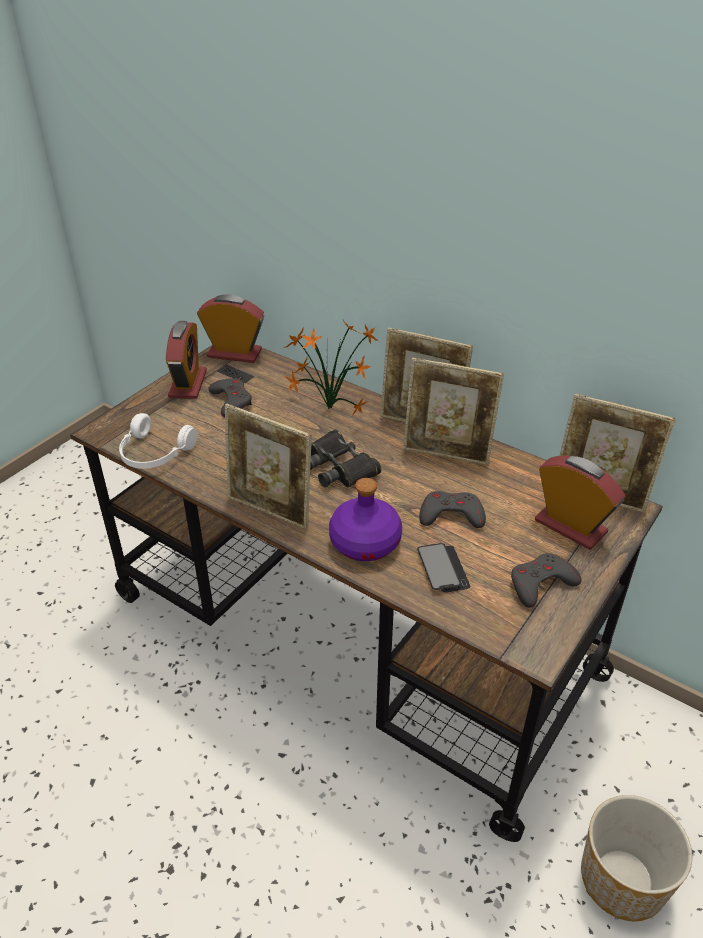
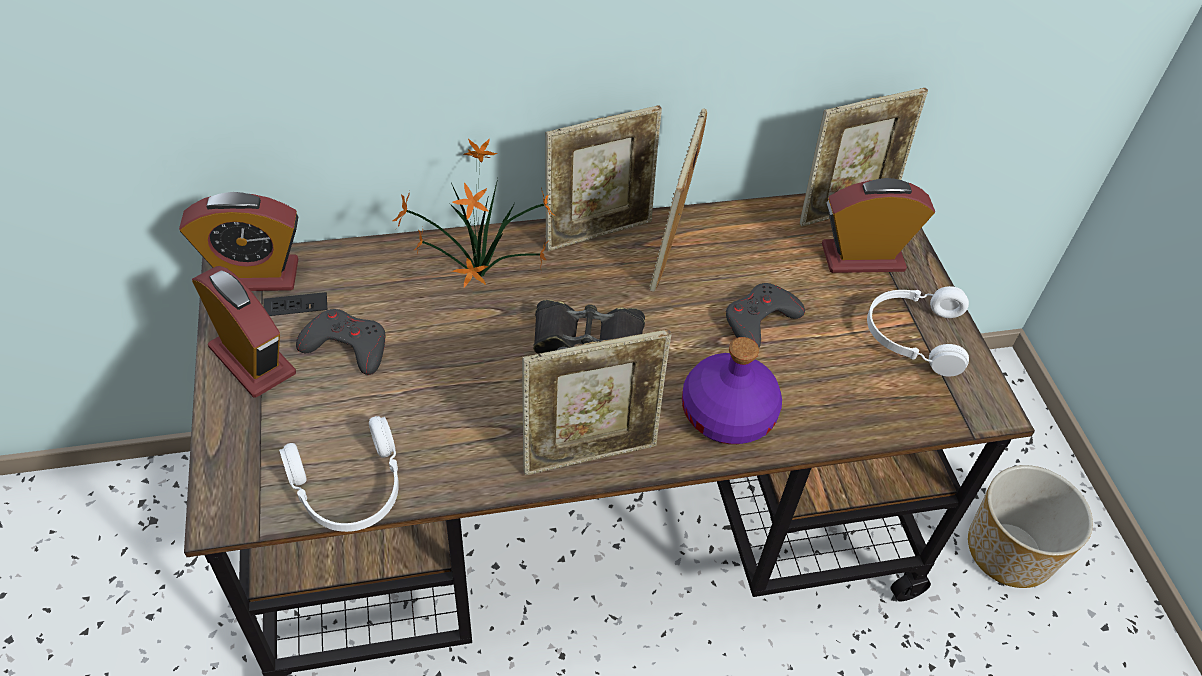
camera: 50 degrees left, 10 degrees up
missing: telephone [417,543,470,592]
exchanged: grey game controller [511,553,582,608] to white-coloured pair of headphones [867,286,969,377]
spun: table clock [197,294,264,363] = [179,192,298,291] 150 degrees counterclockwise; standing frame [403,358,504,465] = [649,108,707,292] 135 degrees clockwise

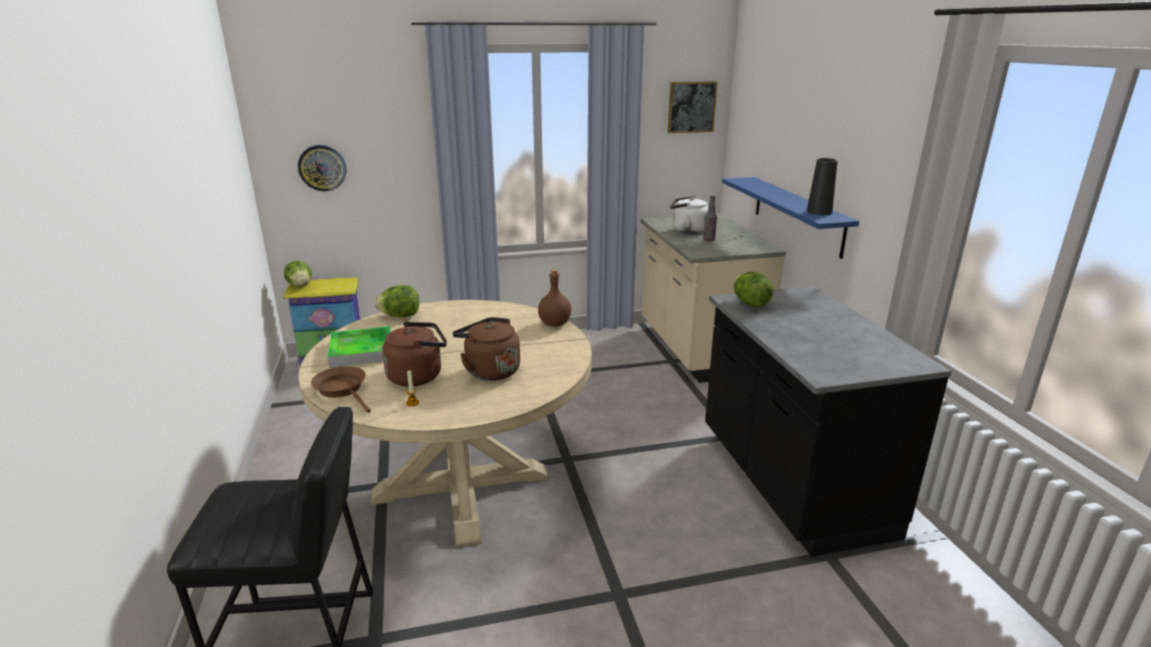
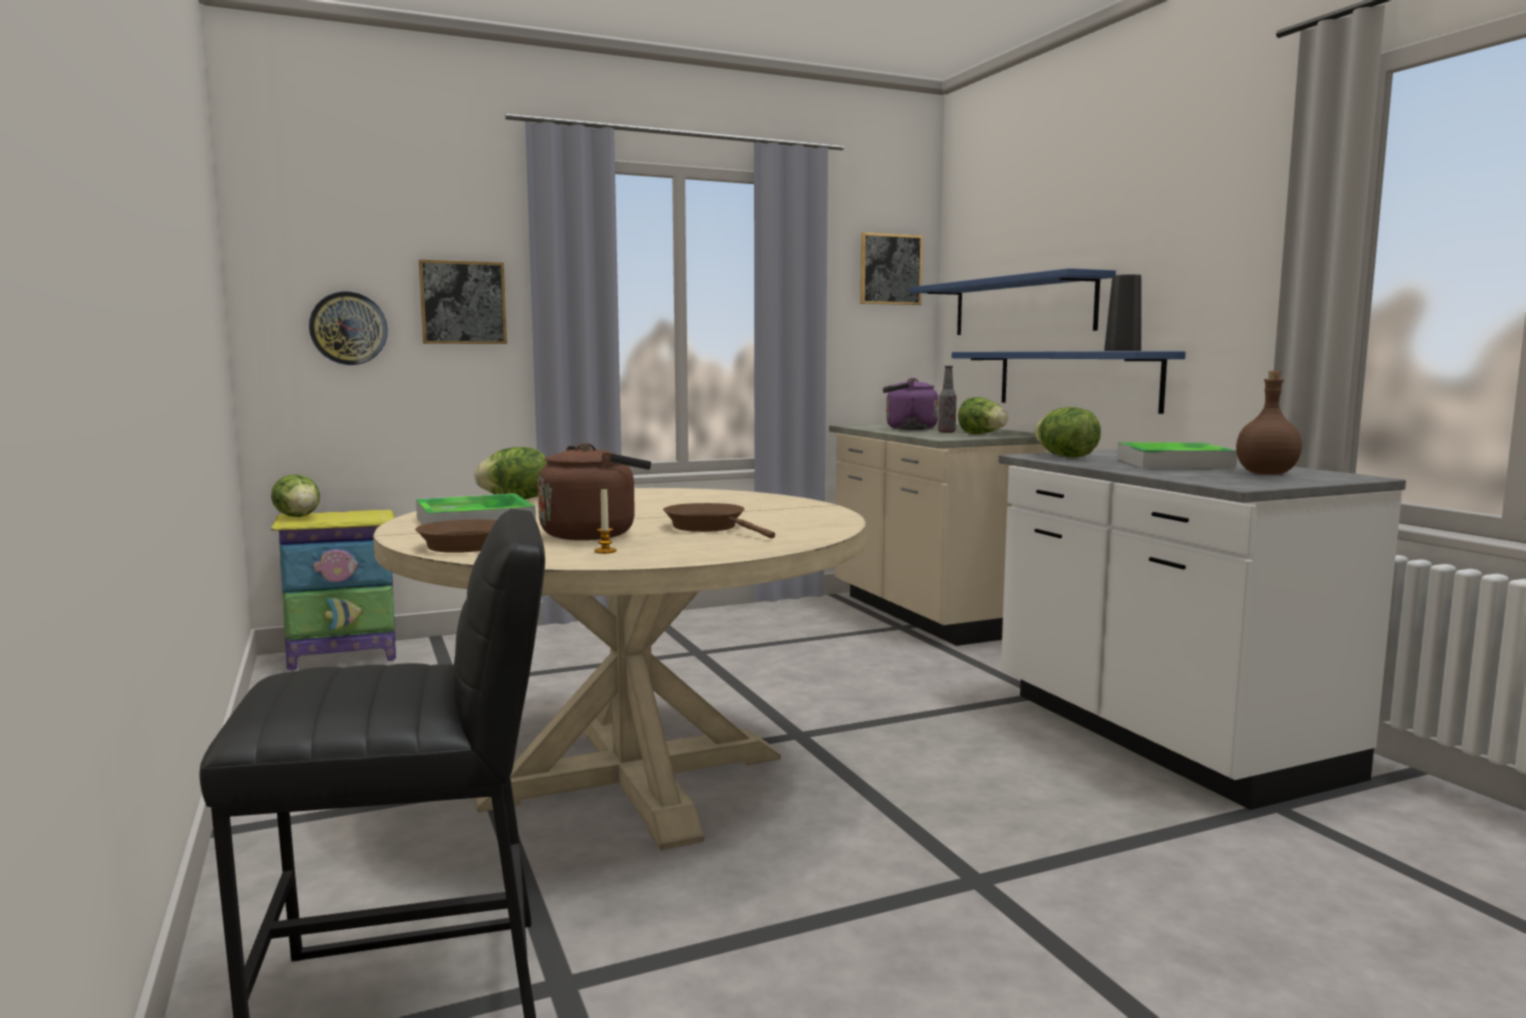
camera: 10 degrees left, 15 degrees down
appeared: wall art [419,259,507,344]; bluish shelf [910,268,1116,335]; head of lettuce [958,397,1008,434]; tray [1117,442,1237,469]
relocated: brown-coloured beverage bottle [538,269,571,327] to [1236,371,1302,475]
exchanged: brown-coloured tea kettle [453,317,520,381] to brown-coloured skillet [663,503,775,539]
colour: white-coloured tea kettle [670,196,709,234] to purple-coloured tea kettle [883,378,939,430]; blackish kitchen base unit [705,286,952,557] to white-coloured kitchen base unit [999,449,1406,810]

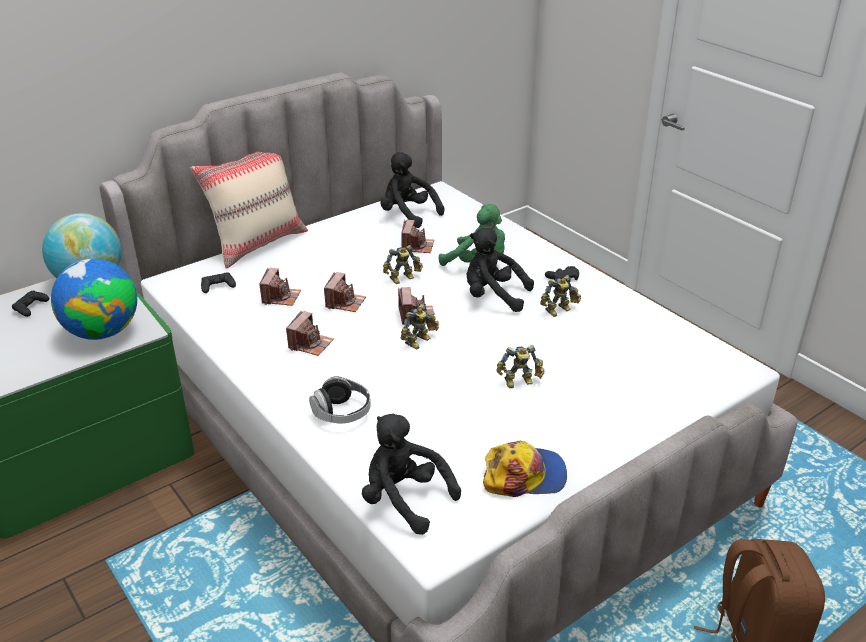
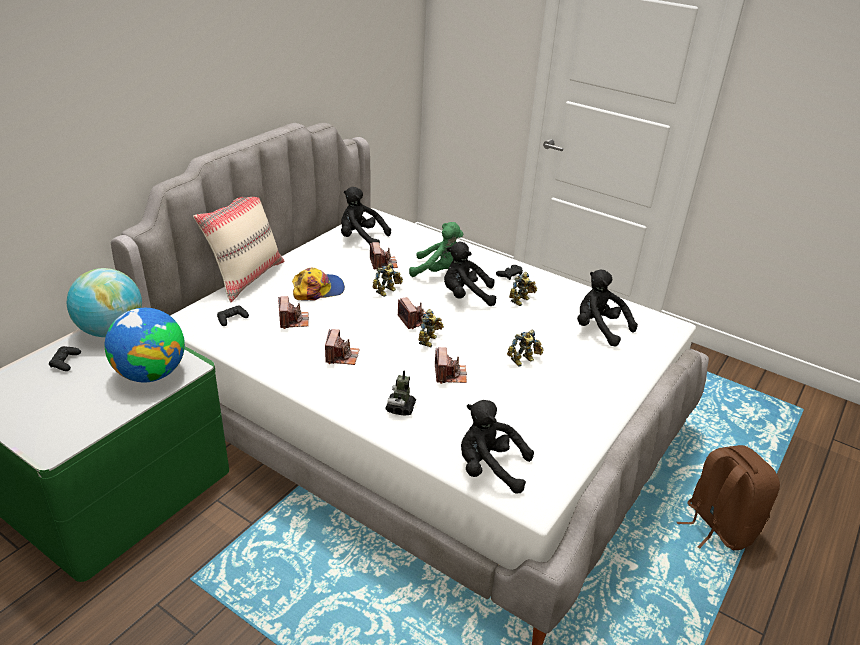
camera: 20 degrees left, 0 degrees up
appeared: blackish cuddly toy [577,269,638,347]
relocated: still camera [324,272,366,312] to [435,347,467,384]; baseball cap [483,441,567,497] to [292,268,345,301]
exchanged: pair of headphones [309,376,371,423] to robot figure [385,370,416,415]

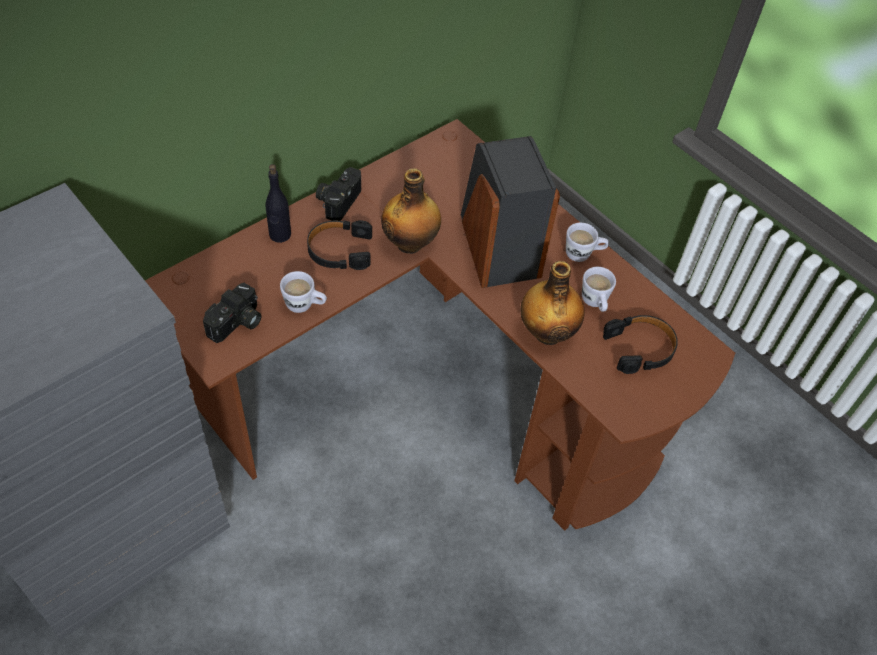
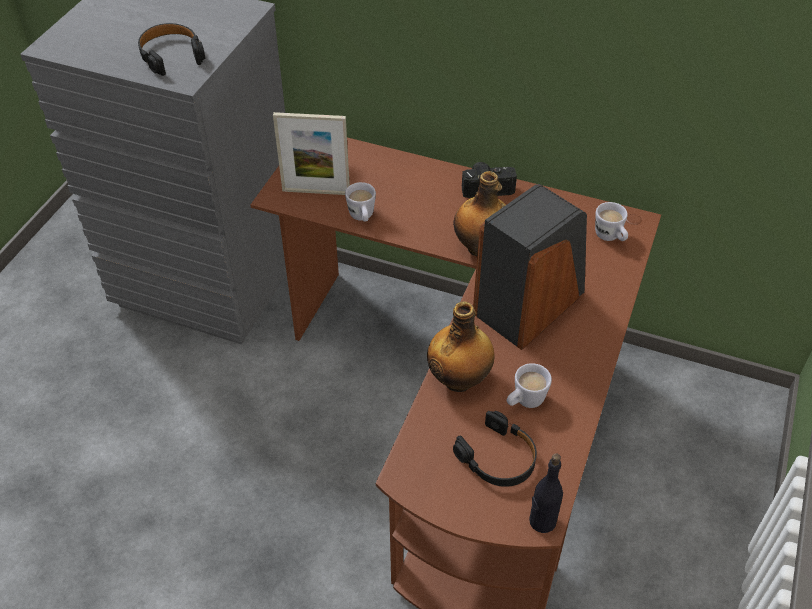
camera: 65 degrees right, 5 degrees down
relocated: blackish beverage bottle [265,164,291,243] to [529,453,563,533]; blackish pair of headphones [307,220,372,270] to [138,23,205,76]; white-coloured coffee mug [566,223,609,262] to [595,202,628,241]
exchanged: still camera [203,283,261,343] to standing frame [273,112,350,195]

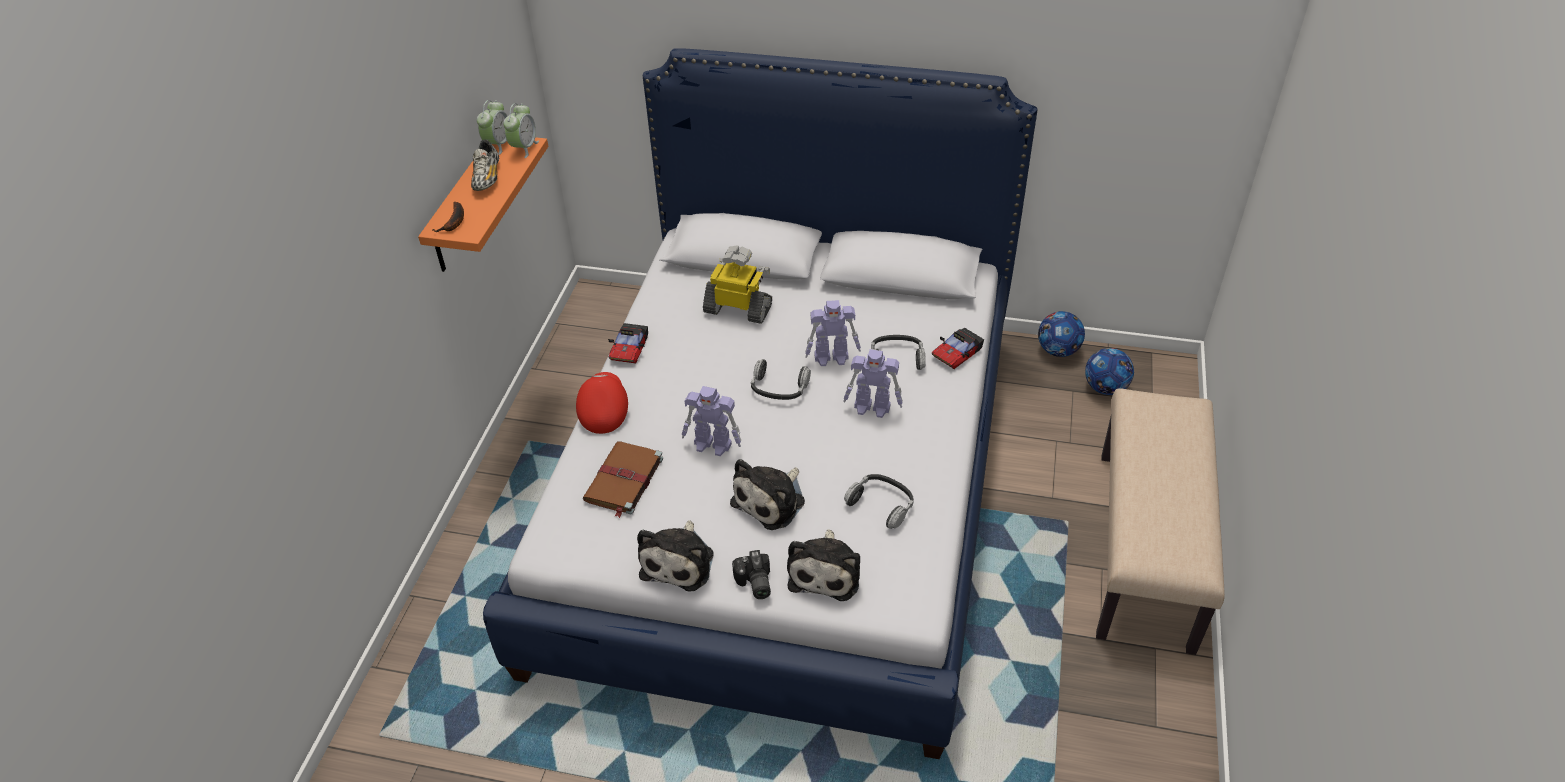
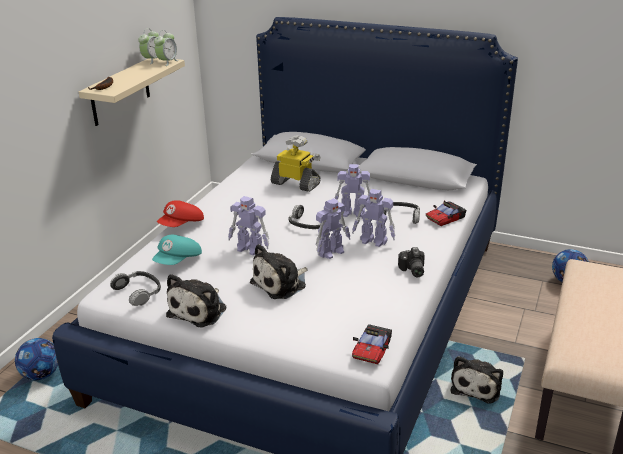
camera: 10 degrees right, 15 degrees down
missing: shoe [471,140,499,191]
appeared: robot figure [316,198,350,259]
relocated: miniature car [608,323,648,363] to [352,324,392,364]; still camera [732,550,771,599] to [398,247,425,277]; cuddly toy [787,529,860,601] to [451,356,503,403]; pair of headphones [844,474,914,529] to [110,271,161,306]; ball for football [1038,311,1085,357] to [15,338,58,380]
exchanged: brown-coloured book [582,441,663,518] to blue-green baseball cap [152,235,202,265]
colour: orange-coloured shelf [418,137,548,272] to beige shelf [79,58,185,126]
spun: red-coloured baseball cap [576,372,628,434] = [157,200,204,227] 150 degrees counterclockwise

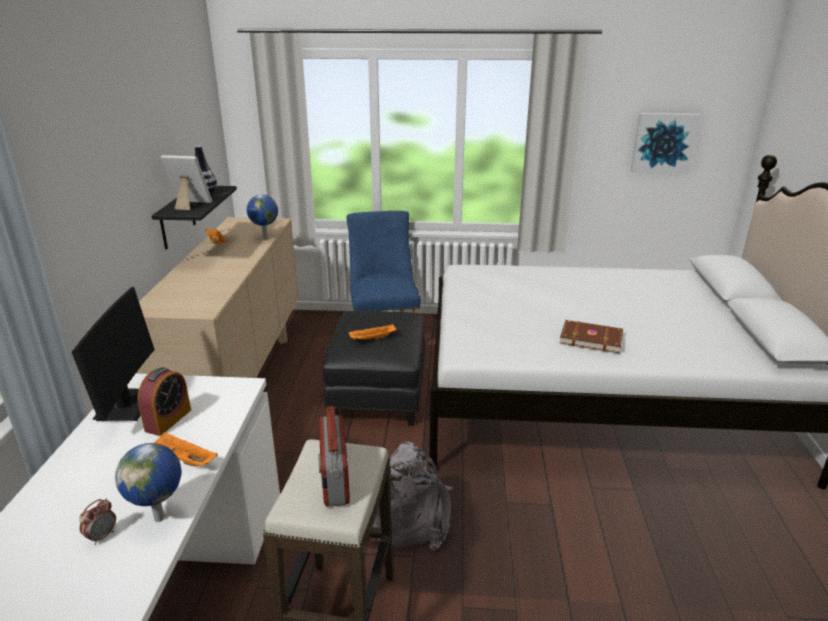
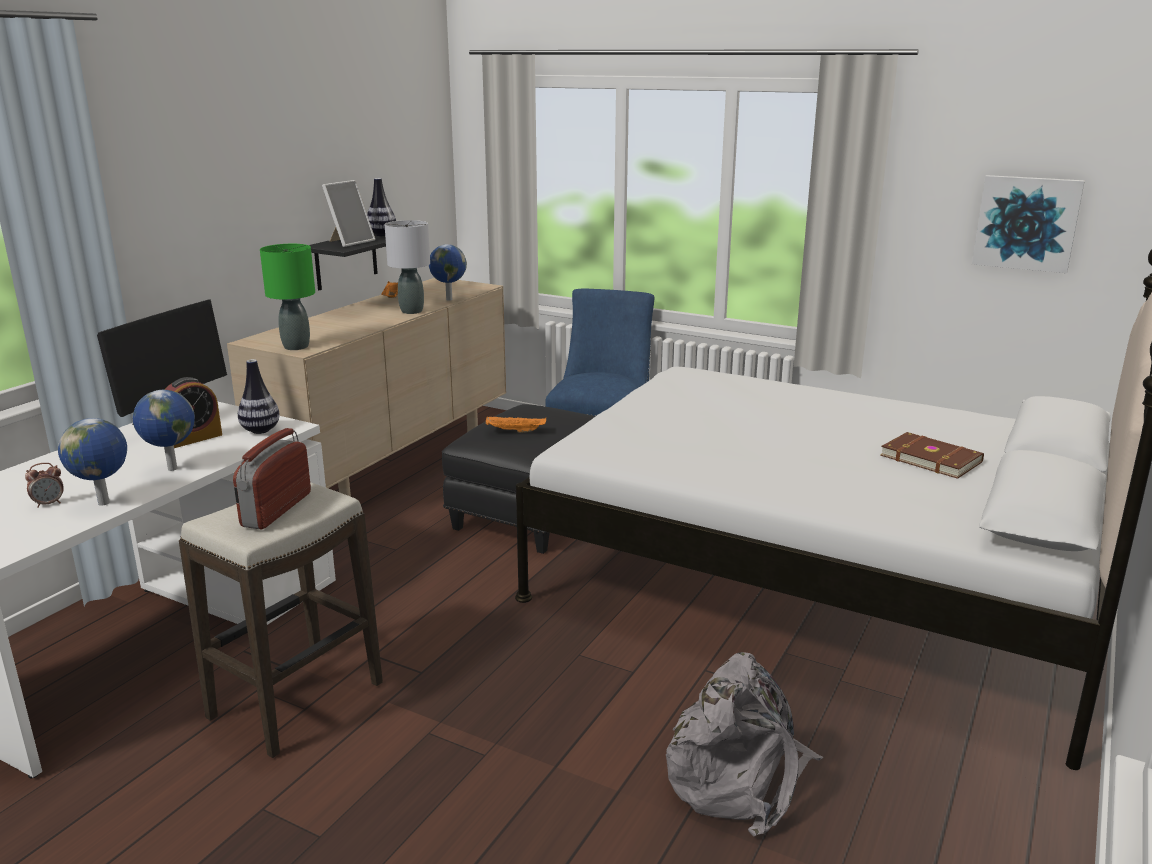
camera: 25 degrees right, 5 degrees down
appeared: vase [238,359,280,434]; greenish table lamp [260,244,315,350]; grey table lamp [384,220,430,314]
relocated: grey backpack [372,441,453,551] to [666,652,823,837]; brown-coloured book [559,320,623,353] to [880,432,984,479]
exchanged: orange-coloured tray [154,432,218,467] to desk globe [133,390,195,471]
spun: standing frame [161,155,212,210] = [322,180,375,247] 90 degrees clockwise

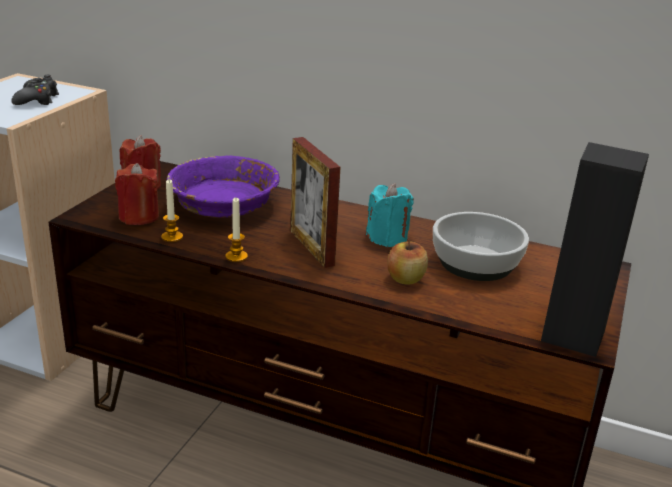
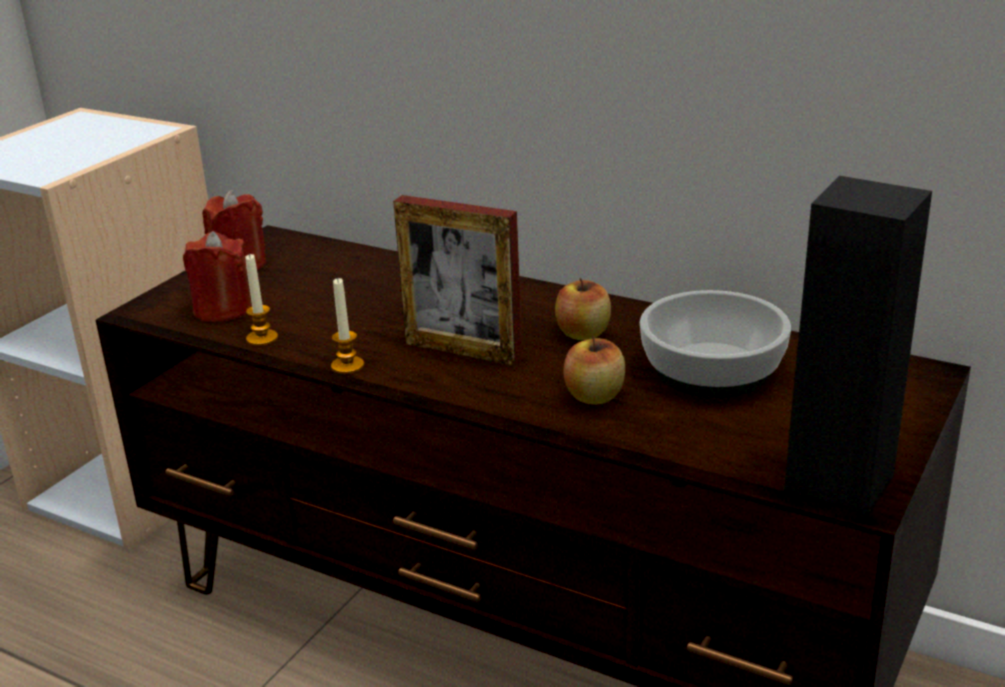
camera: 10 degrees right, 0 degrees up
missing: blackish game controller [11,75,59,105]; purple-coloured deep dish [167,155,280,218]
exchanged: blue-green wax light [366,183,414,247] to whole apple [555,278,611,340]
spun: standing frame [290,137,340,268] = [393,195,522,366] 45 degrees counterclockwise

